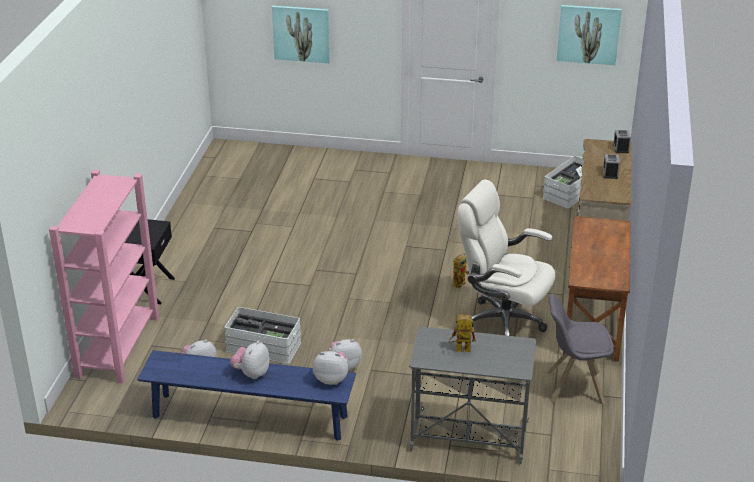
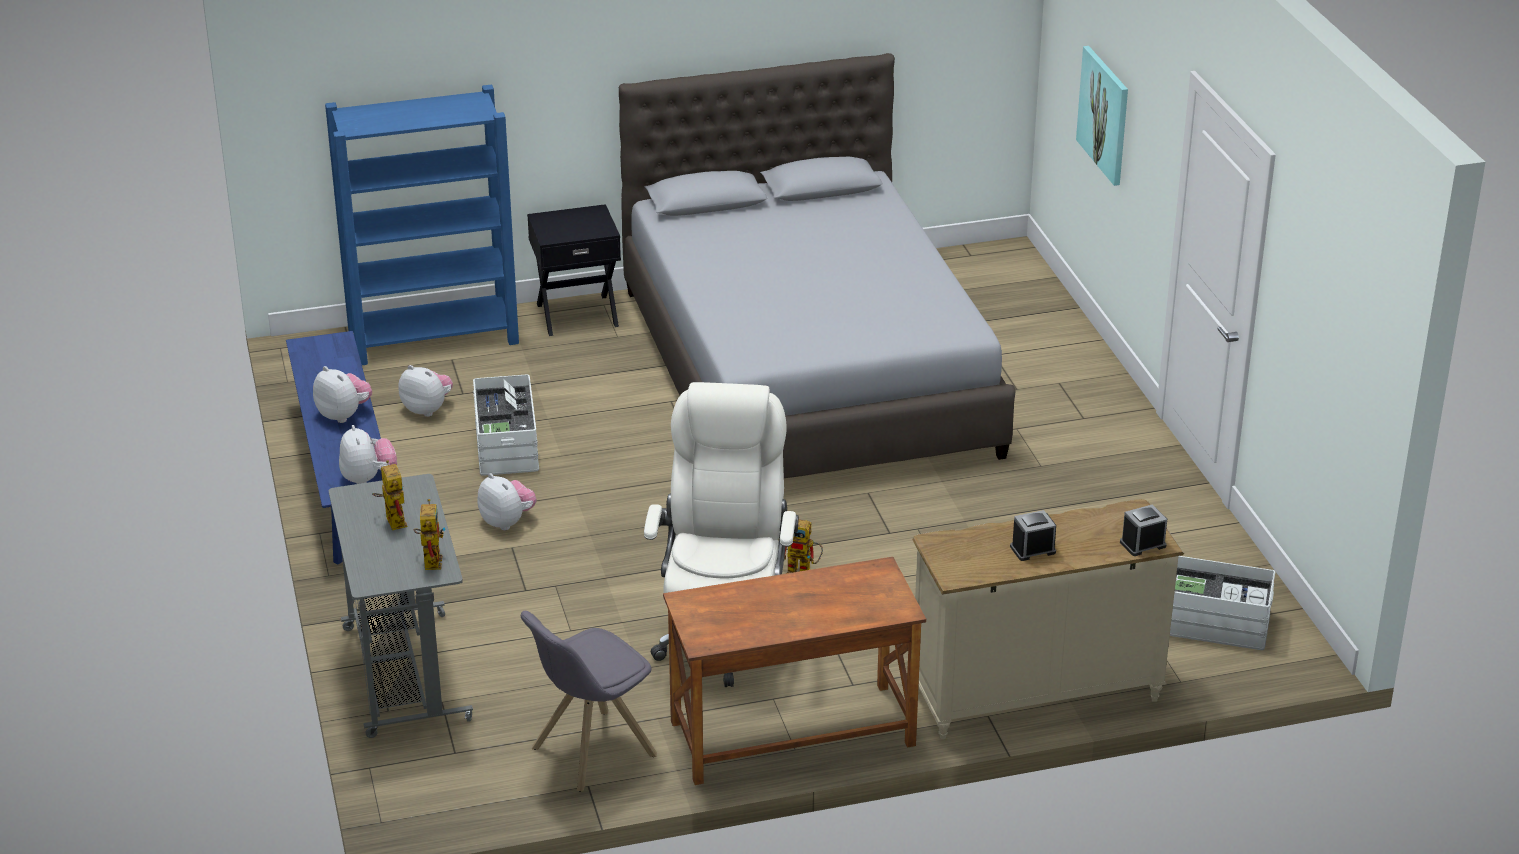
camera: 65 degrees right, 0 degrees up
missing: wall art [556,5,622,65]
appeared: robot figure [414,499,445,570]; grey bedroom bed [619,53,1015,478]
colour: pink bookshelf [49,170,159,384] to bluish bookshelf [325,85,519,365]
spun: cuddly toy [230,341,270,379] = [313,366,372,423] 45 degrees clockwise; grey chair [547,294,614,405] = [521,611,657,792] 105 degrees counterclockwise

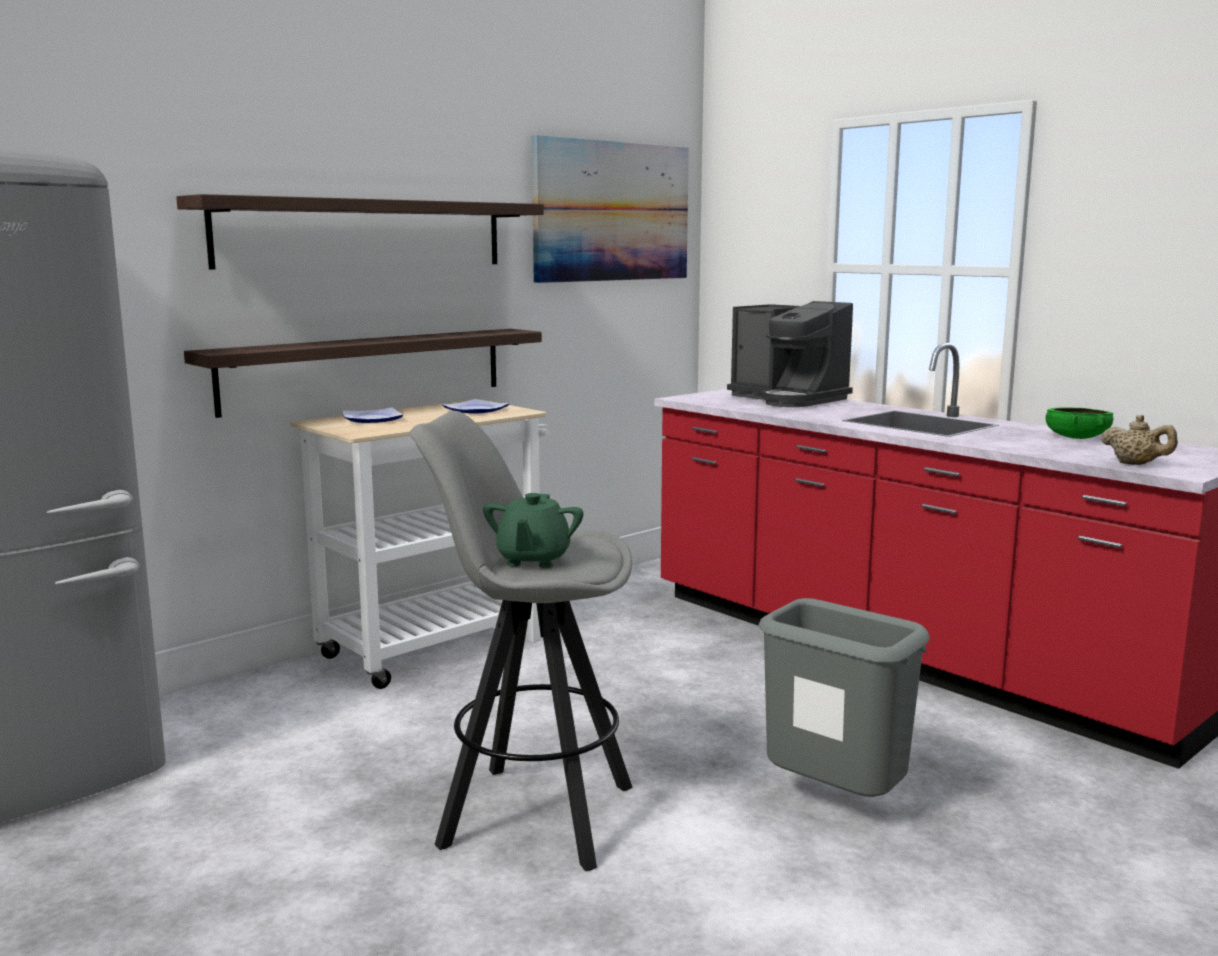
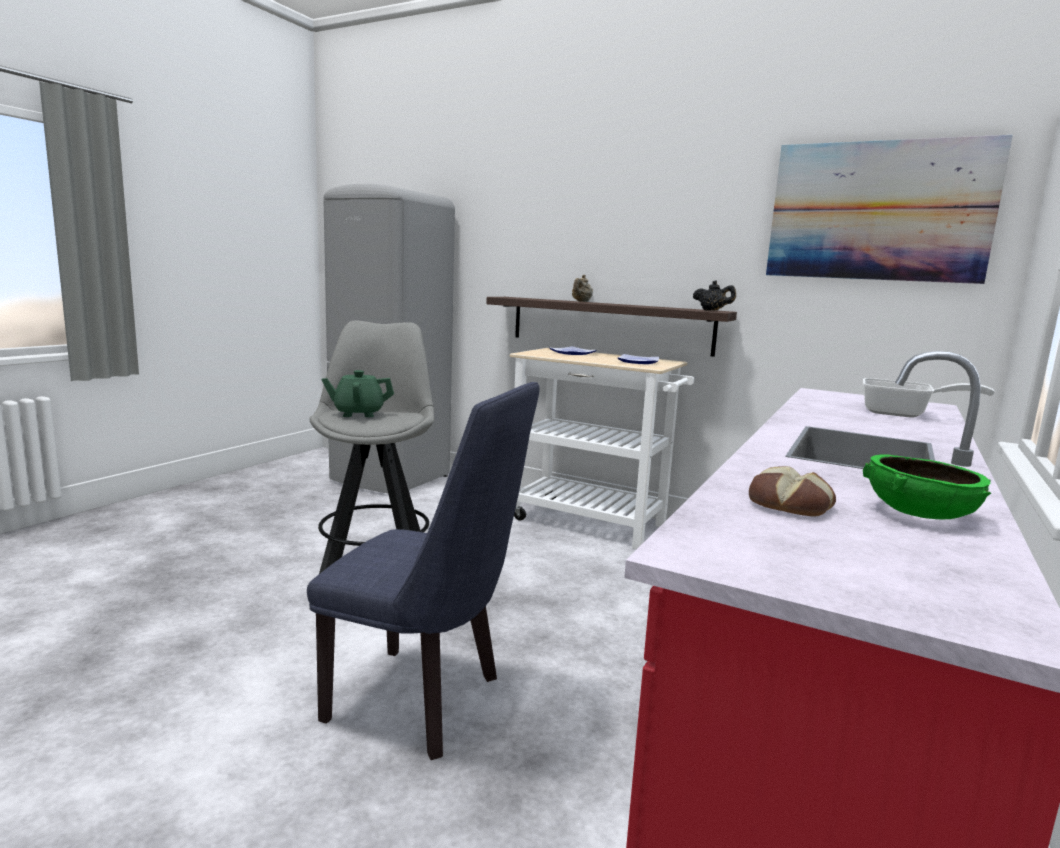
camera: 70 degrees right, 0 degrees up
missing: shelf [176,194,544,269]
appeared: blackish tea pot [693,281,736,311]; baked bread [749,466,836,516]
relocated: beige tea pot [1101,415,1178,465] to [572,275,593,302]
exchanged: coffee maker [727,301,853,407] to skillet [863,378,995,417]; grey trash can [758,598,930,797] to bluish chair [307,382,540,760]

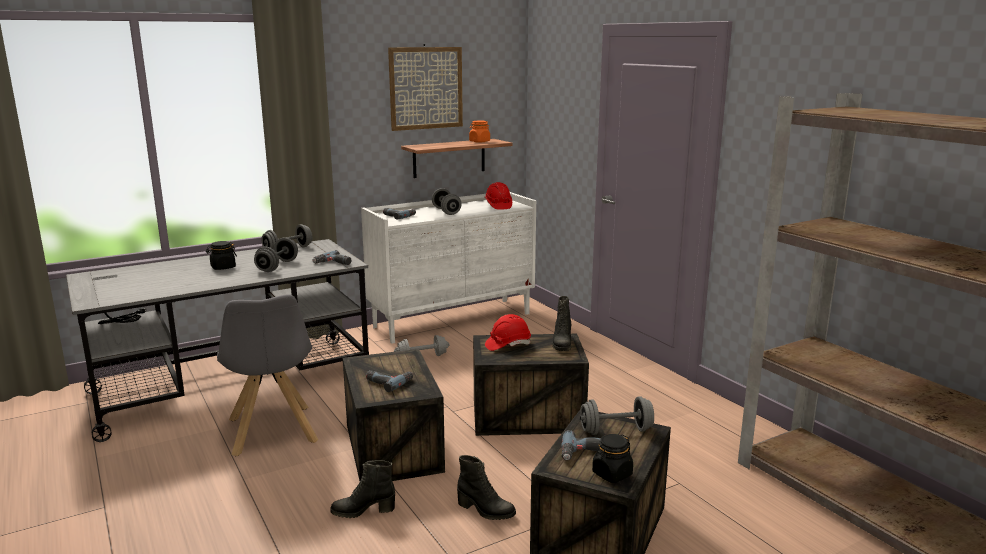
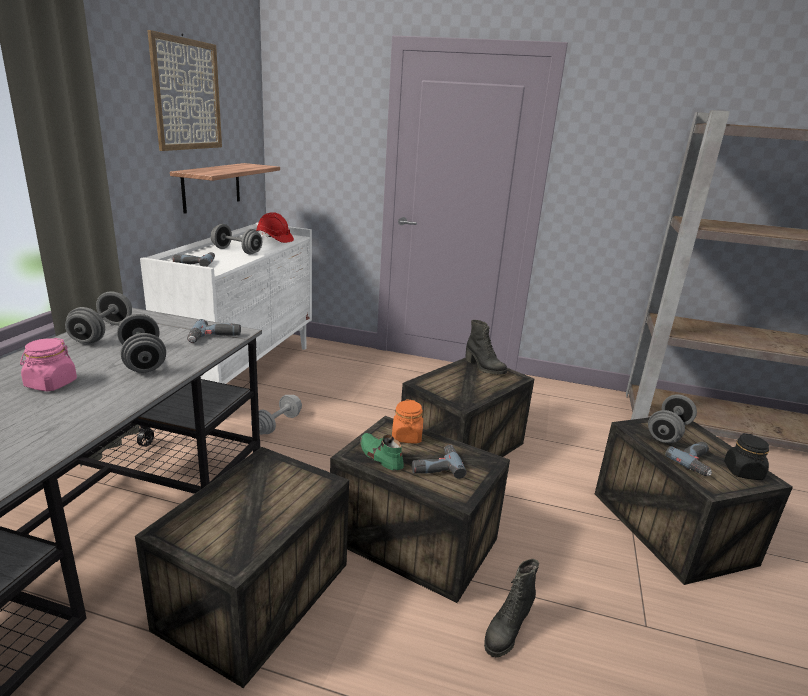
camera: 45 degrees left, 5 degrees up
missing: blackish boot [457,455,516,520]; red-coloured safety helmet [485,314,531,351]
appeared: greenish shoe [360,433,404,470]
relocated: orange-coloured storage jar [469,121,490,143] to [392,399,423,443]
exchanged: grey chair [217,294,318,457] to packing crate [135,447,349,688]
colour: blackish storage jar [206,241,237,270] to pink storage jar [20,338,77,391]

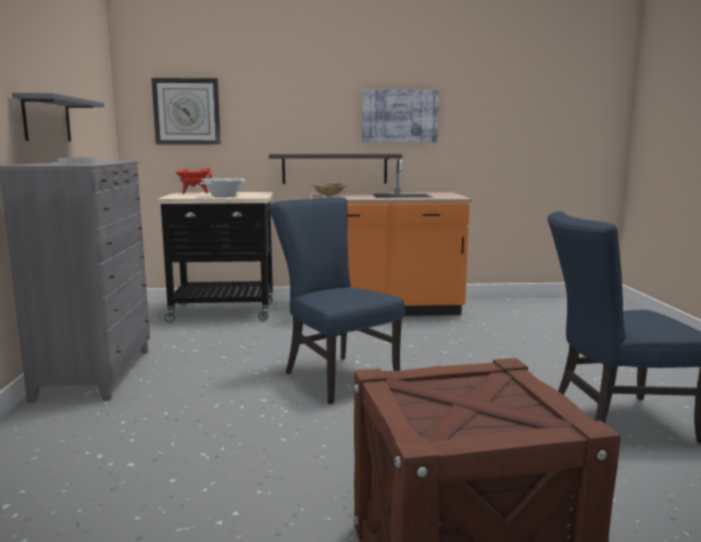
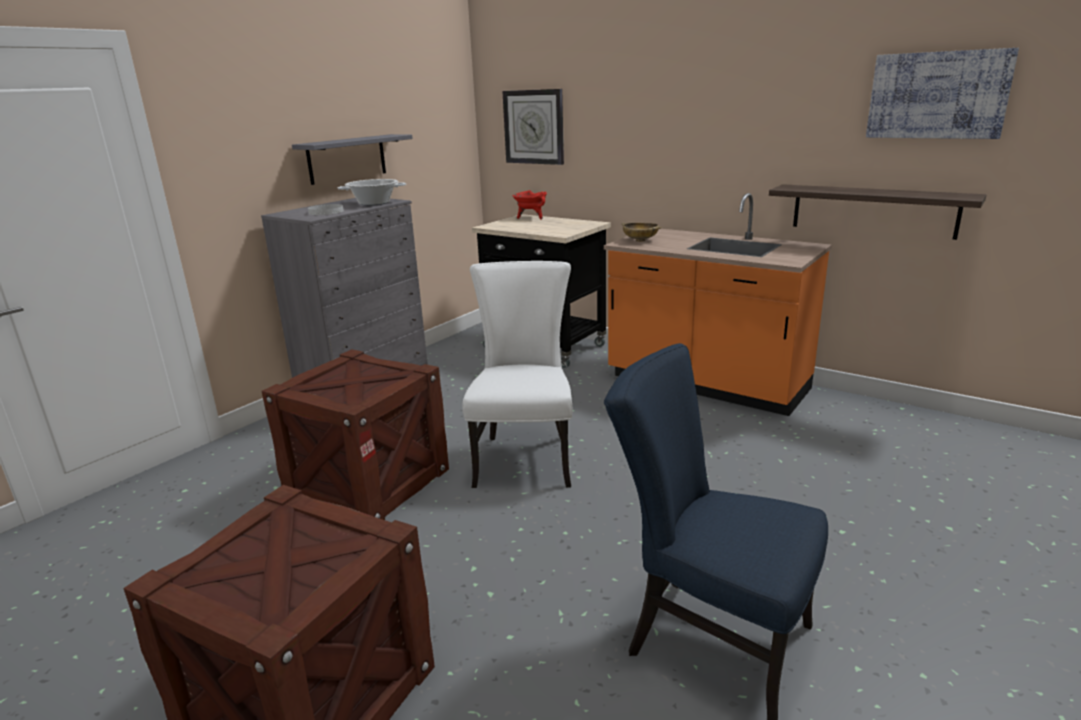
camera: 40 degrees right, 10 degrees up
appeared: packing crate [262,349,449,520]
relocated: cooking pot [199,178,246,197] to [338,179,406,206]; shelf [269,154,402,184] to [769,184,986,240]; wall art [362,89,439,142] to [866,48,1019,139]
colour: bluish chair [268,198,405,404] to white-coloured chair [462,261,573,488]

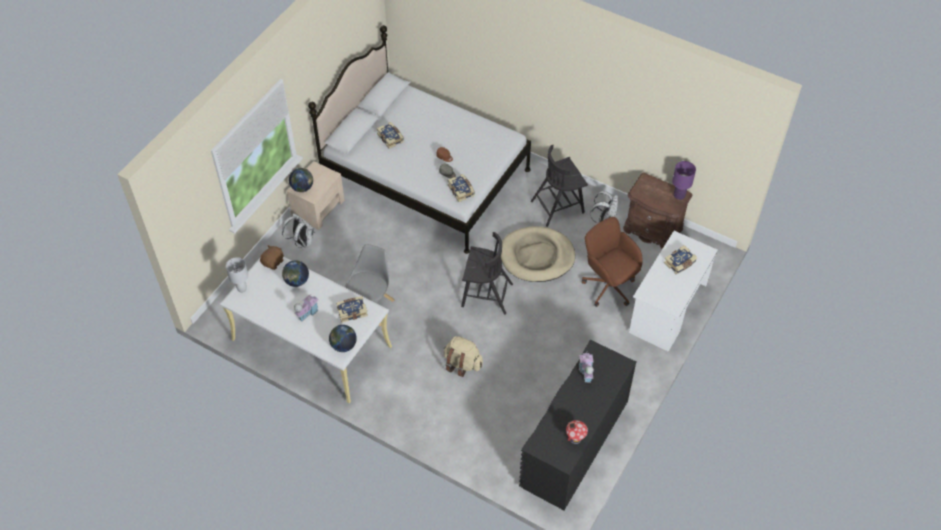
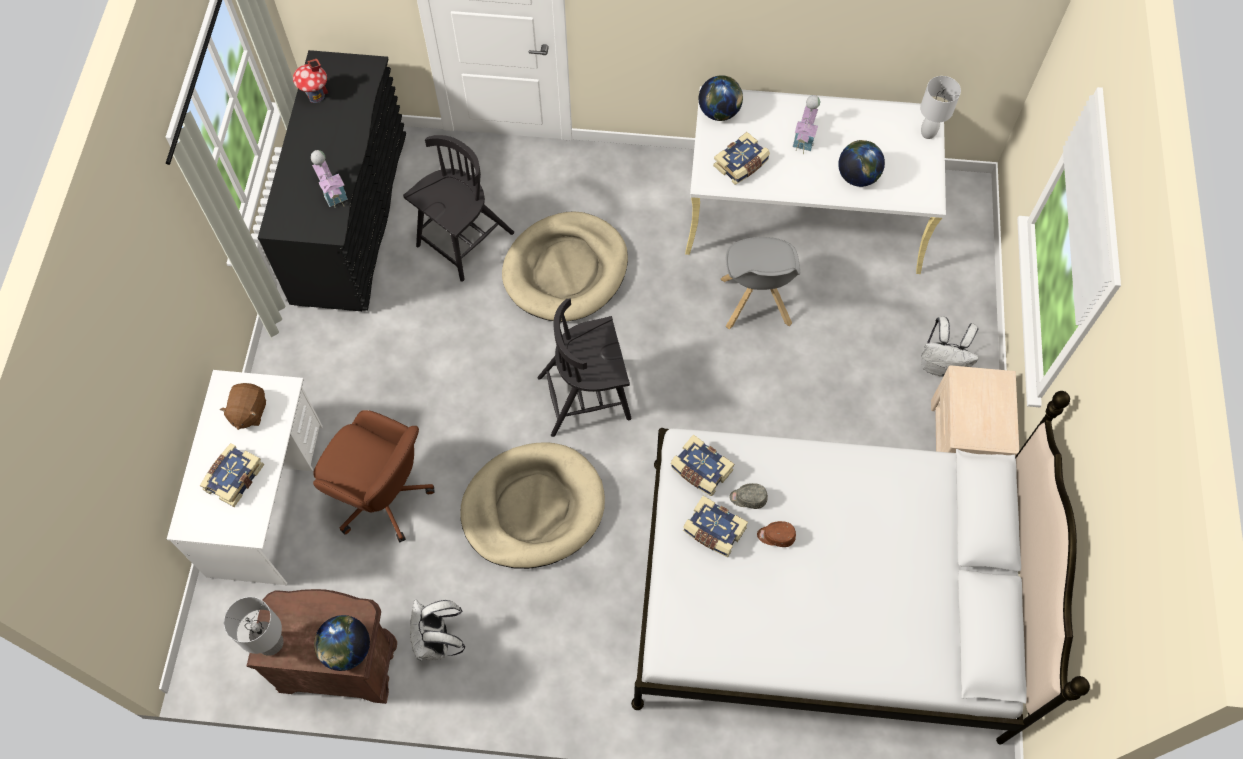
camera: 155 degrees right, 10 degrees up
relocated: brown-coloured cuddly toy [260,245,284,270] to [220,383,266,430]; desk globe [289,168,313,192] to [314,615,370,671]; book [376,122,404,149] to [683,496,748,557]; blackish chair [531,145,588,227] to [403,135,514,282]
exchanged: beige backpack [444,336,483,377] to beige pet bed [502,212,628,322]
colour: purple-coloured table lamp [672,161,696,200] to grey table lamp [224,597,284,656]

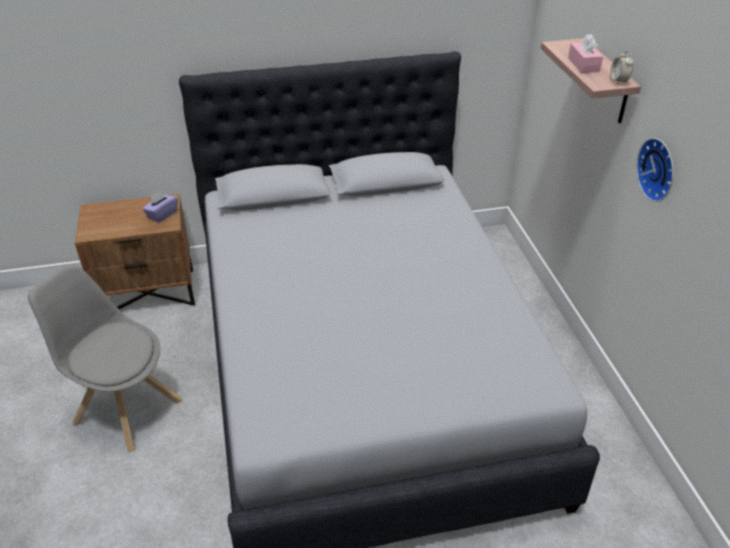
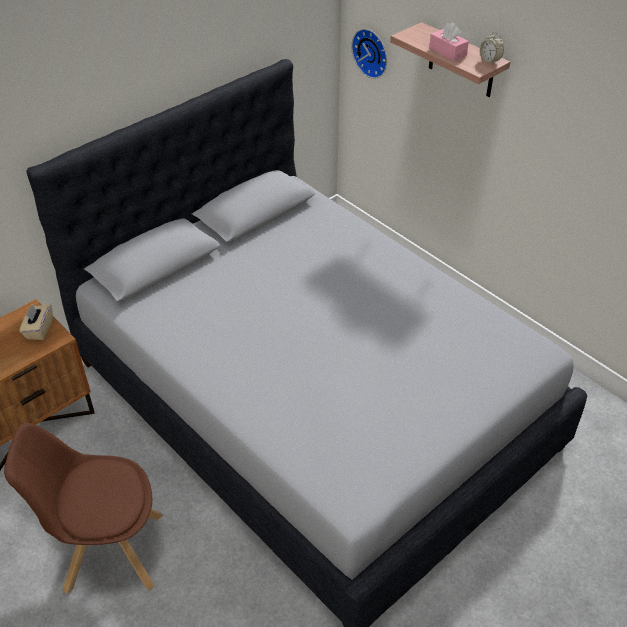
camera: 30 degrees left, 5 degrees up
relocated: wall clock [636,138,674,202] to [351,29,387,79]
colour: grey chair [28,264,182,452] to brown-coloured chair [4,423,163,594]; purple-coloured tissue holder [143,191,178,223] to beige tissue holder [19,304,53,340]

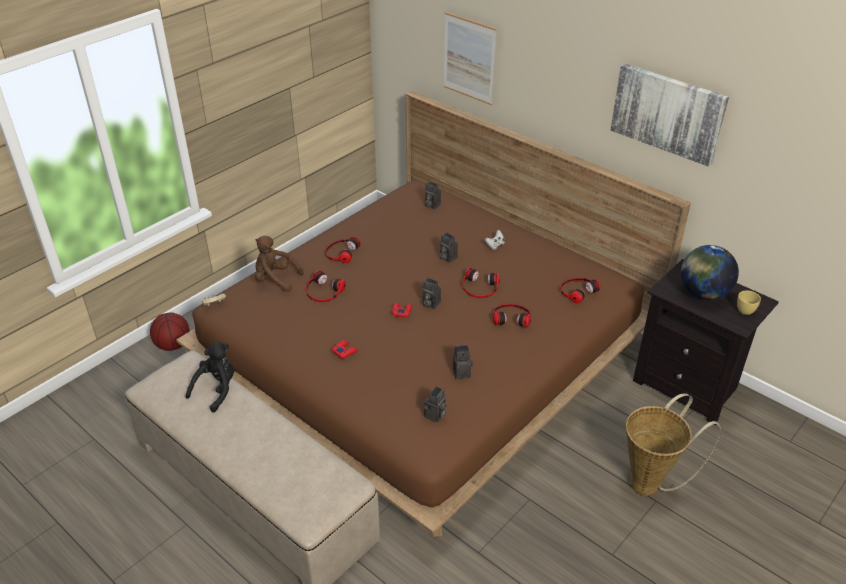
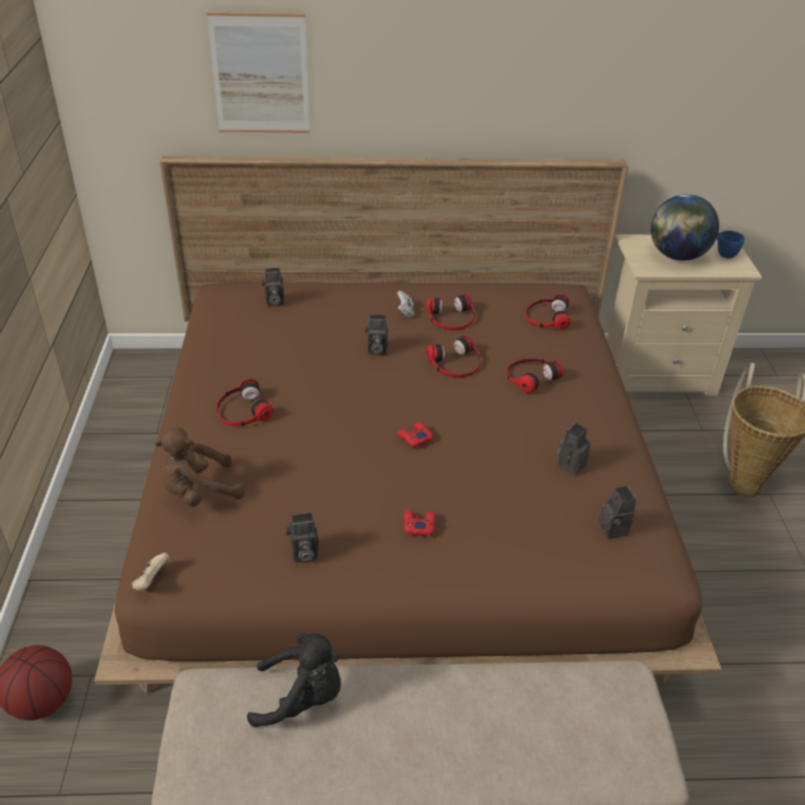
camera: 45 degrees left, 0 degrees up
missing: wall art [611,63,729,167]
relocated: pair of headphones [306,270,345,302] to [426,294,475,330]; still camera [422,278,441,309] to [286,512,319,563]
colour: blackish nightstand [633,259,779,425] to beige nightstand [607,234,762,396]; yellowish small cup [737,290,761,315] to bluish small cup [717,231,745,258]
spun: blackish cuddly toy [186,342,234,413] = [247,633,341,727] 105 degrees clockwise

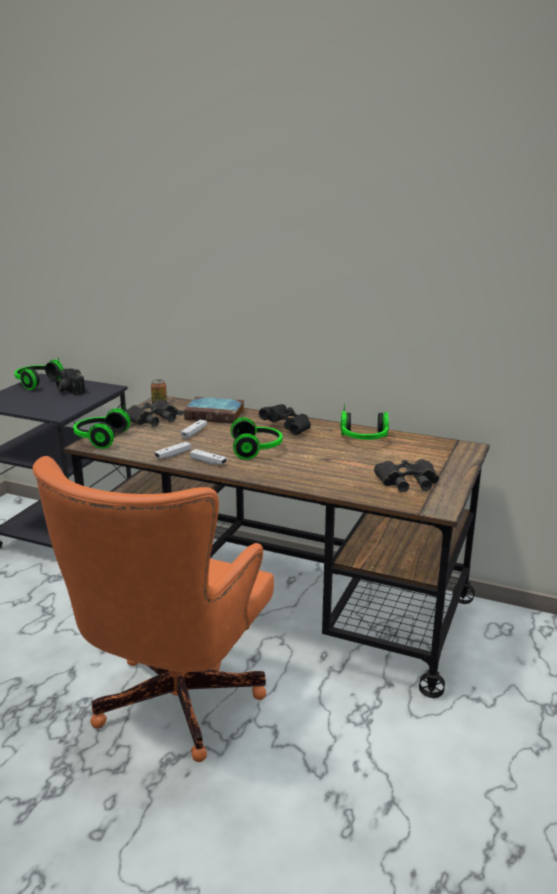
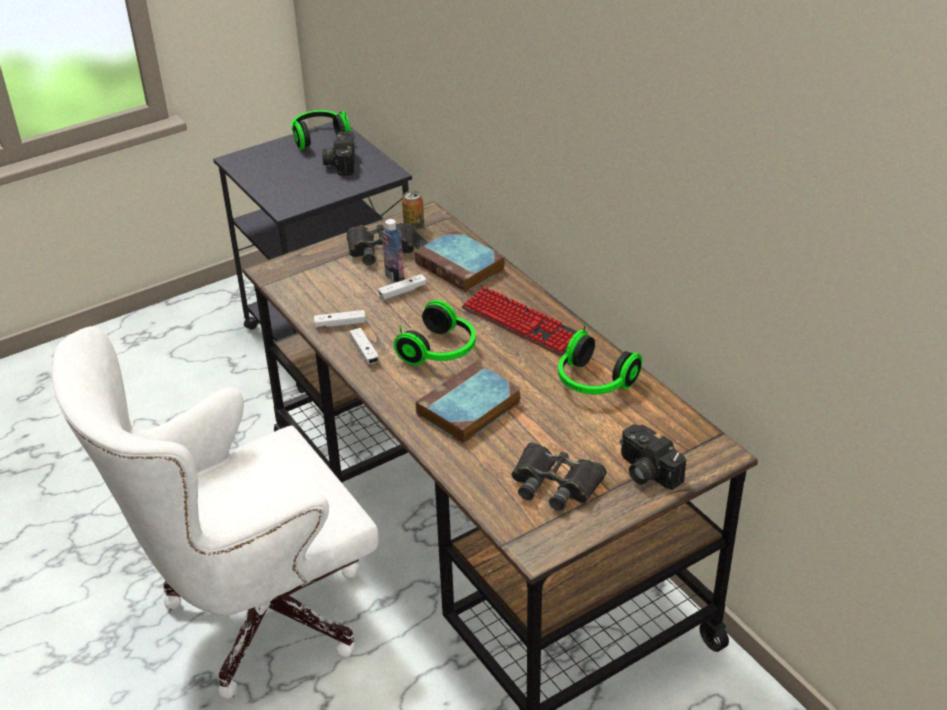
camera: 35 degrees right, 15 degrees up
missing: pair of headphones [73,405,130,449]
appeared: beverage bottle [382,219,404,282]; book [416,362,521,444]; still camera [620,424,686,490]
exchanged: blackish binoculars [259,404,311,435] to computer keyboard [461,286,577,356]
colour: orange-coloured desk chair [33,456,274,762] to white-coloured desk chair [52,326,379,699]

